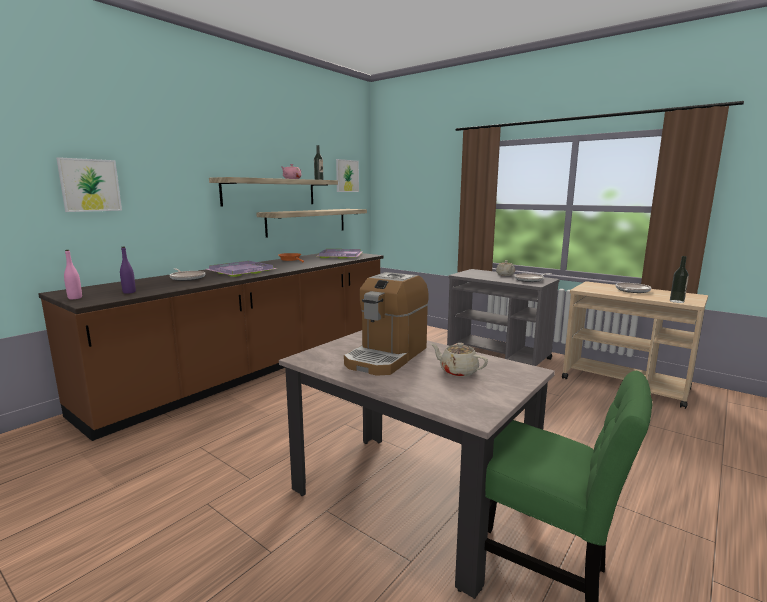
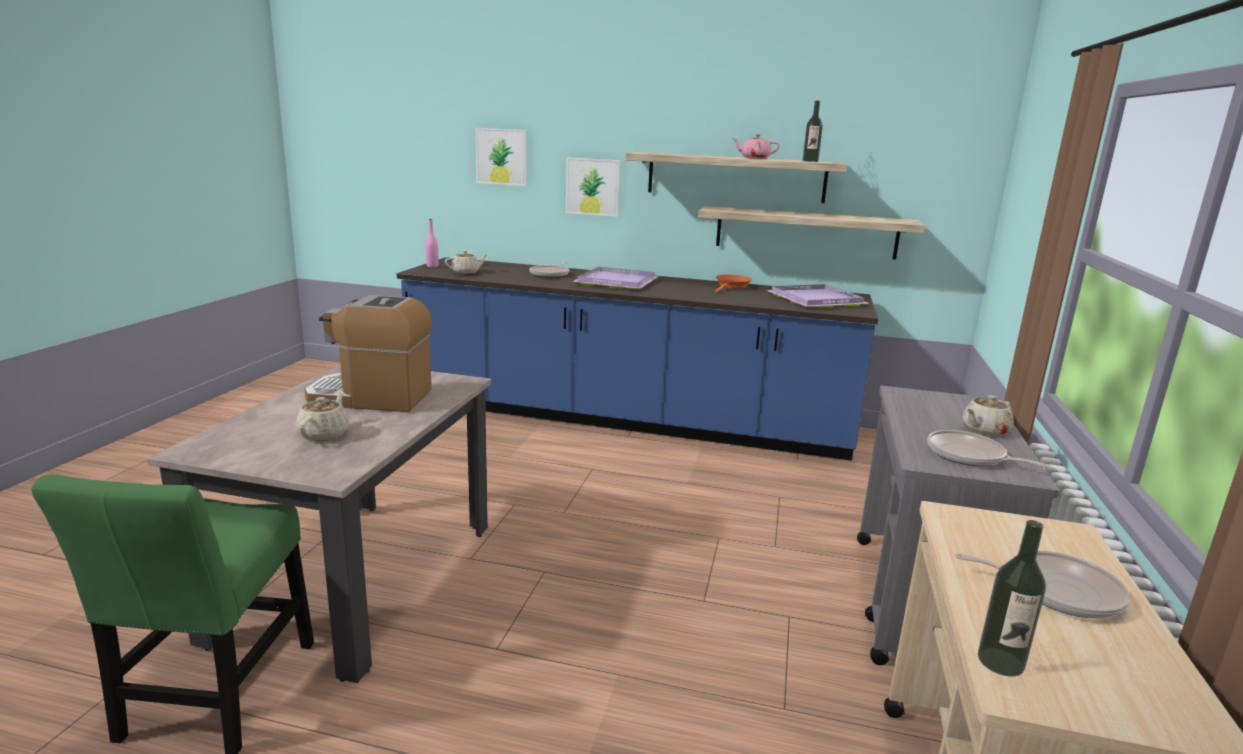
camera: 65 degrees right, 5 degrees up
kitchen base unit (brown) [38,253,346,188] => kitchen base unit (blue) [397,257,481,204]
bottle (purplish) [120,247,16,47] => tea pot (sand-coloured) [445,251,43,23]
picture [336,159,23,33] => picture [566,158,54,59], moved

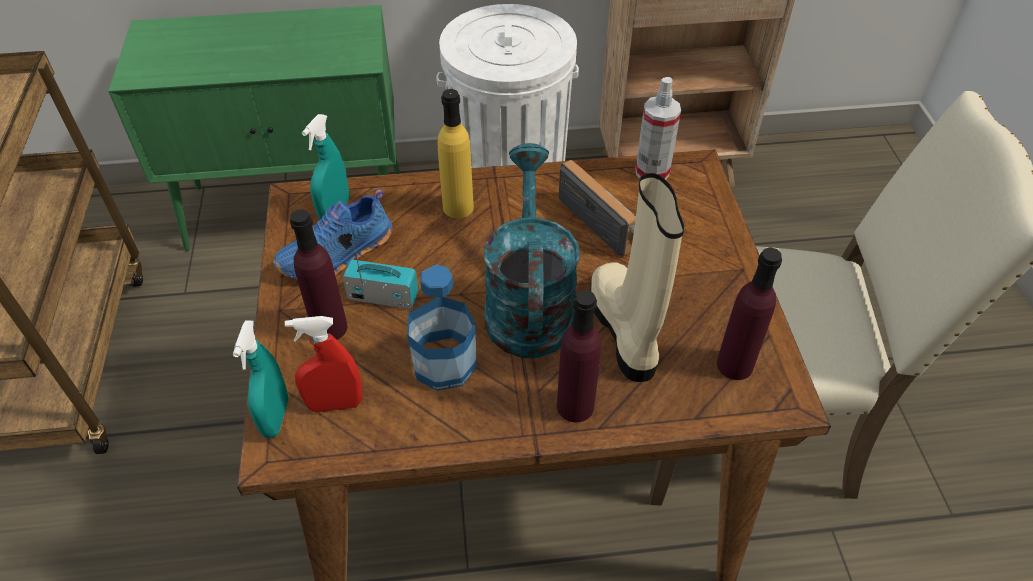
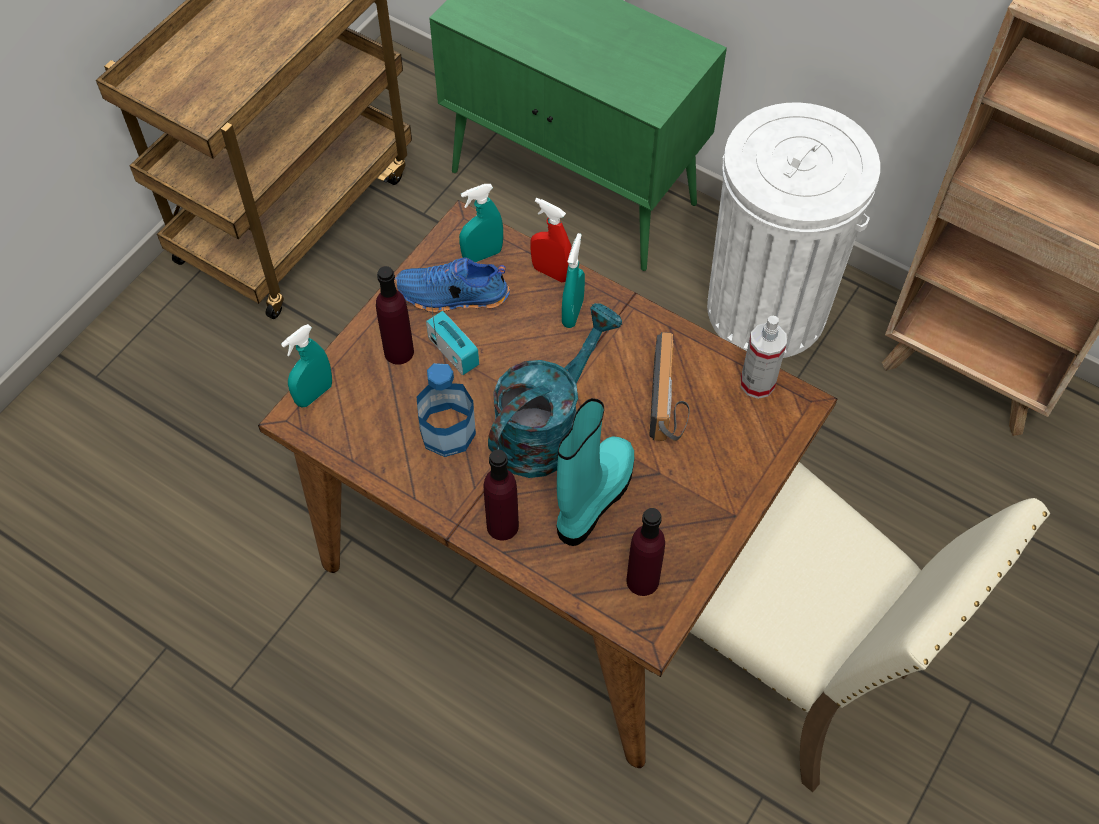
camera: 40 degrees right, 10 degrees up
hand sprayer (red) [285,316,77,96] => hand sprayer (red) [530,198,42,84], moved
bottle (yellowish) [438,89,36,129] => hand sprayer (turquoise-coloured) [562,233,23,95]
boot (sand-coloured) [590,173,94,209] => boot (turquoise-coloured) [557,398,77,148]

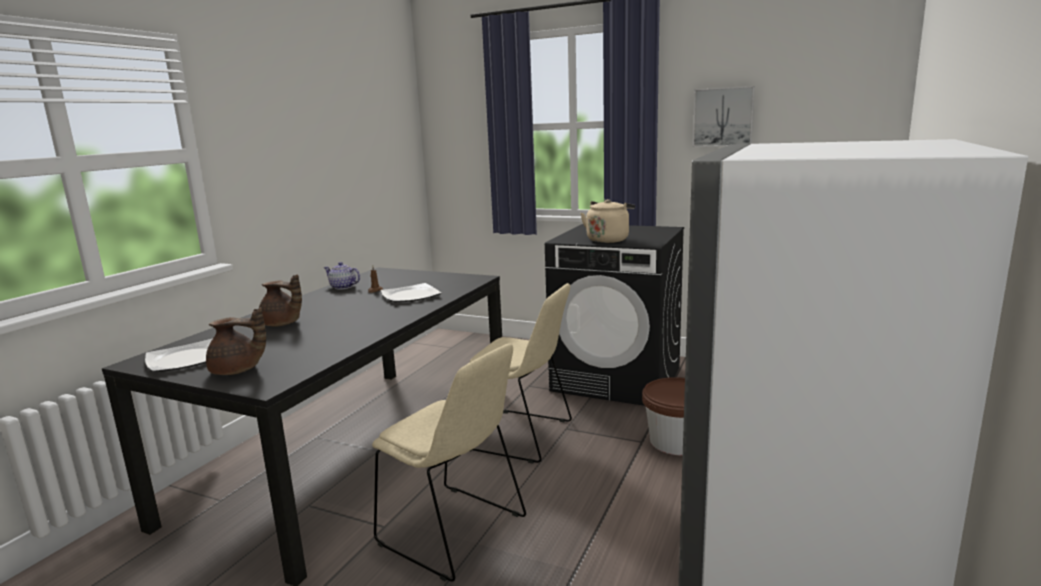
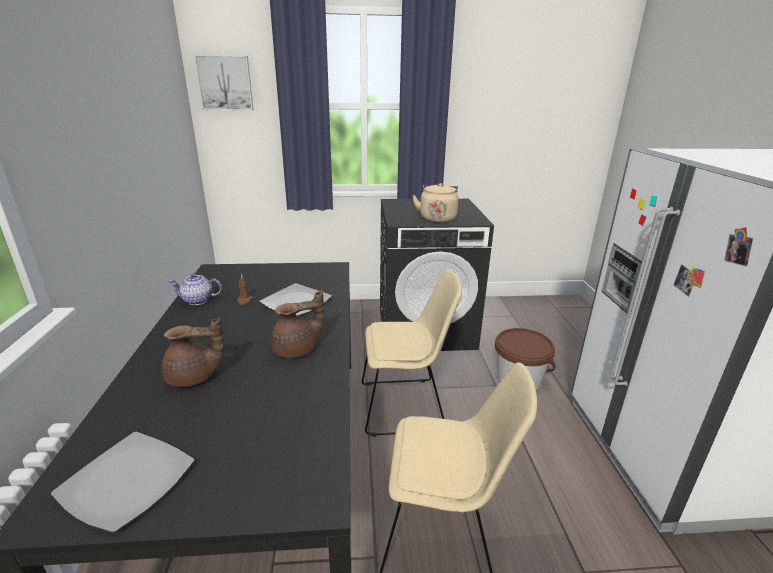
camera: 30 degrees left, 10 degrees up
tea pot (brown) [206,307,60,68] => tea pot (brown) [271,290,53,68], moved
picture [693,86,62,61] => picture [194,55,60,56], moved

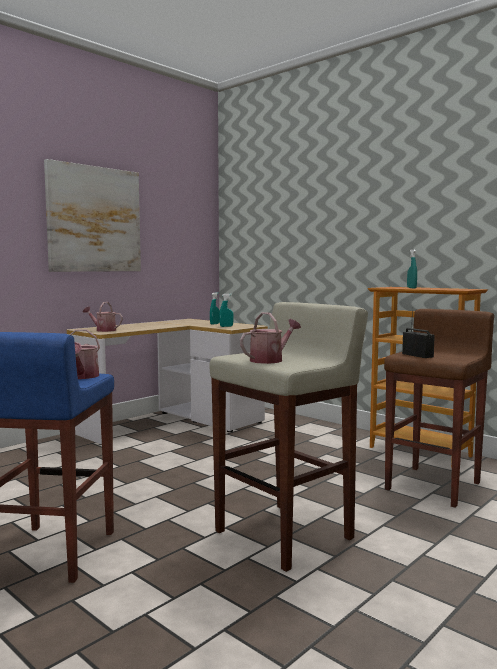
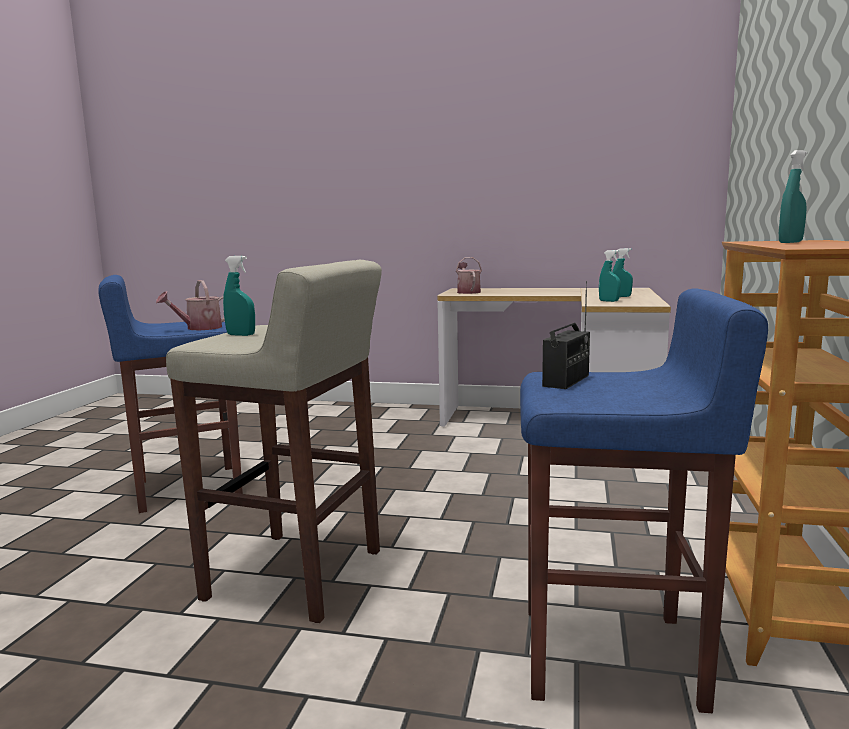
camera: 60 degrees right, 5 degrees up
picture [44,159,97,113] => nothing
sprinkling can [240,312,61,52] => hand sprayer (turquoise-coloured) [223,256,32,80]
stool (brown) [384,309,110,199] => stool (blue) [520,288,248,425]

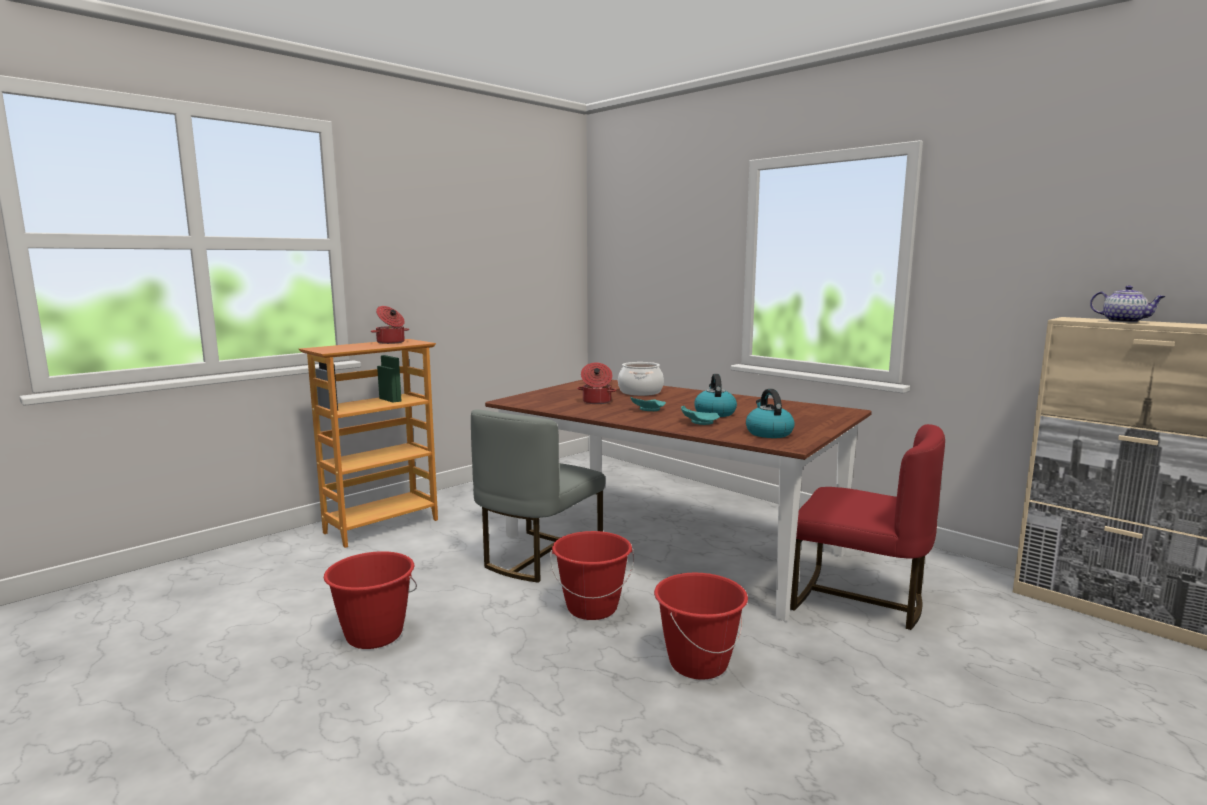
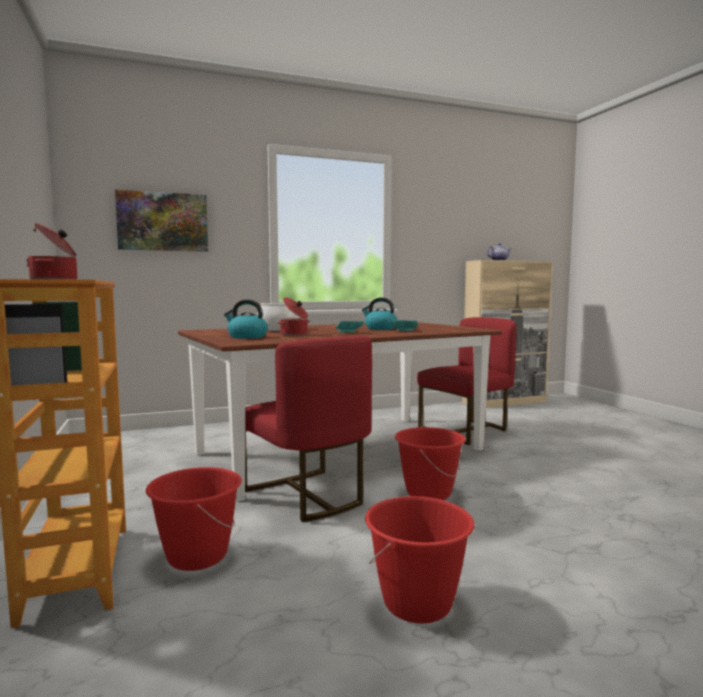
camera: 65 degrees left, 5 degrees down
upright chair (greyish) [471,409,134,174] => upright chair (red) [245,336,127,186]
bucket (red) [654,573,94,107] => bucket (red) [146,467,96,104], moved
tea kettle [746,389,49,49] => tea kettle [224,299,44,40], moved
nothing => picture [115,189,93,63]

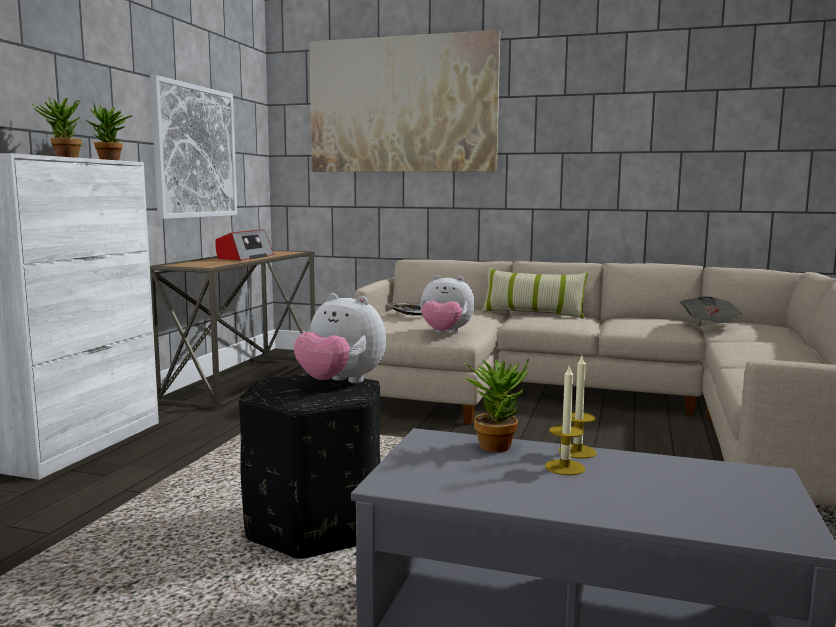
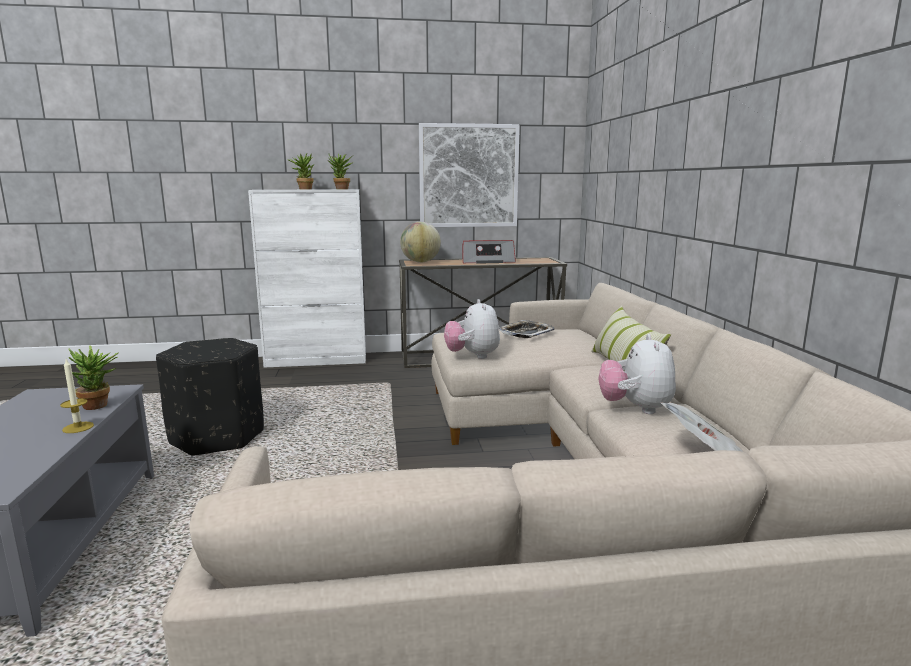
camera: 65 degrees right, 5 degrees up
plush toy [294,293,92,90] => plush toy [598,334,78,80], moved
picture [309,30,191,142] => nothing
wax light [545,364,40,111] => nothing
nothing => desk globe [400,222,41,41]

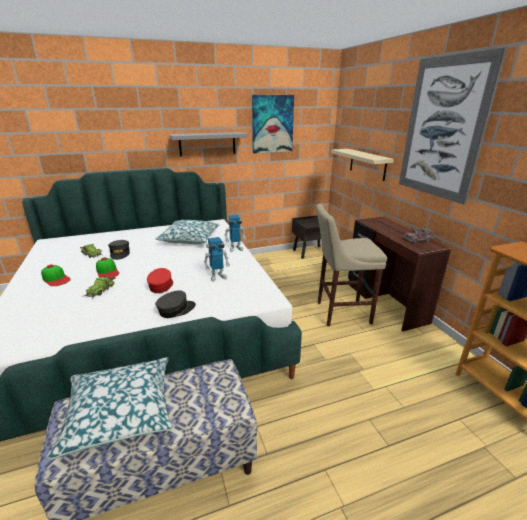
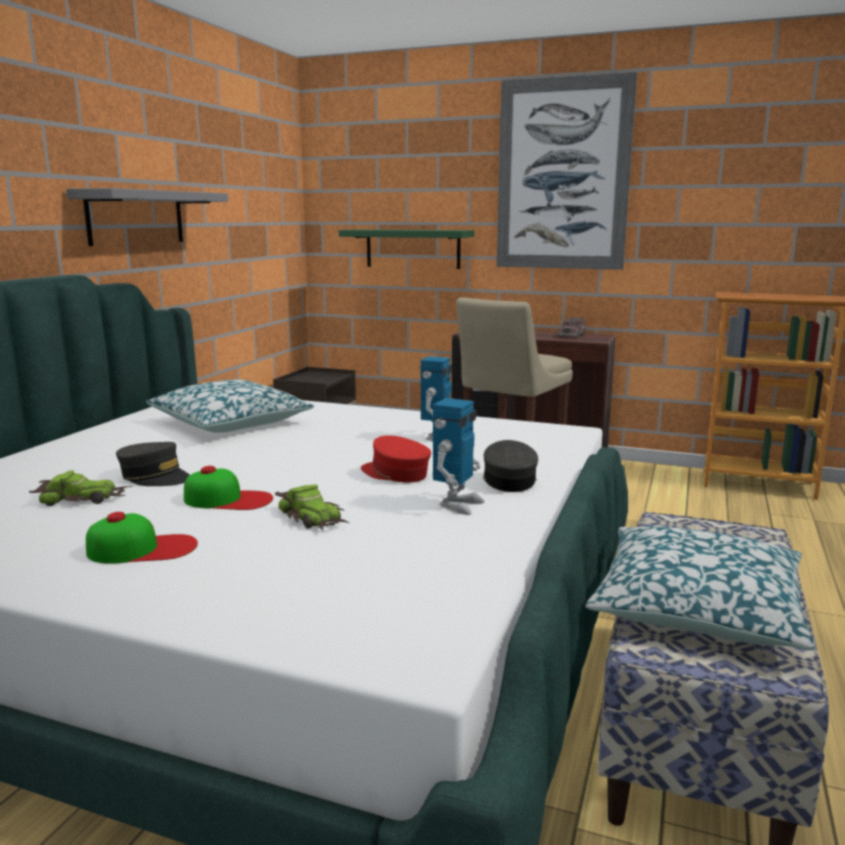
camera: 50 degrees left, 10 degrees down
toy robot [225,215,21,37] => toy robot [433,398,52,117], moved
picture [252,95,42,59] => nothing
wall shelf (sand-coloured) [331,149,63,32] => wall shelf (greenish) [339,229,135,40]

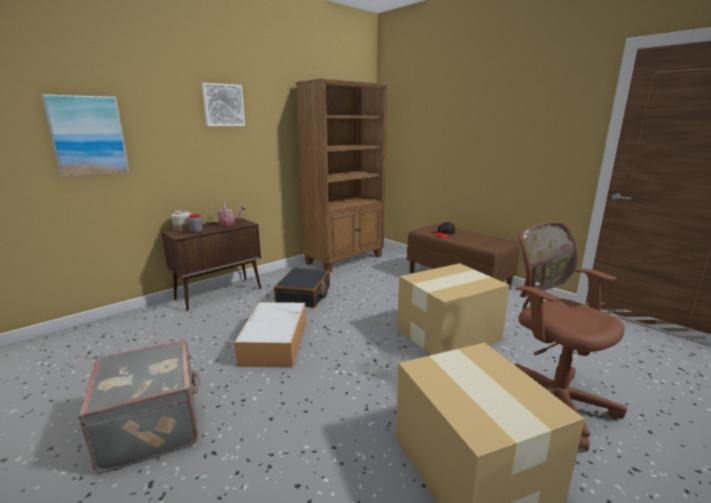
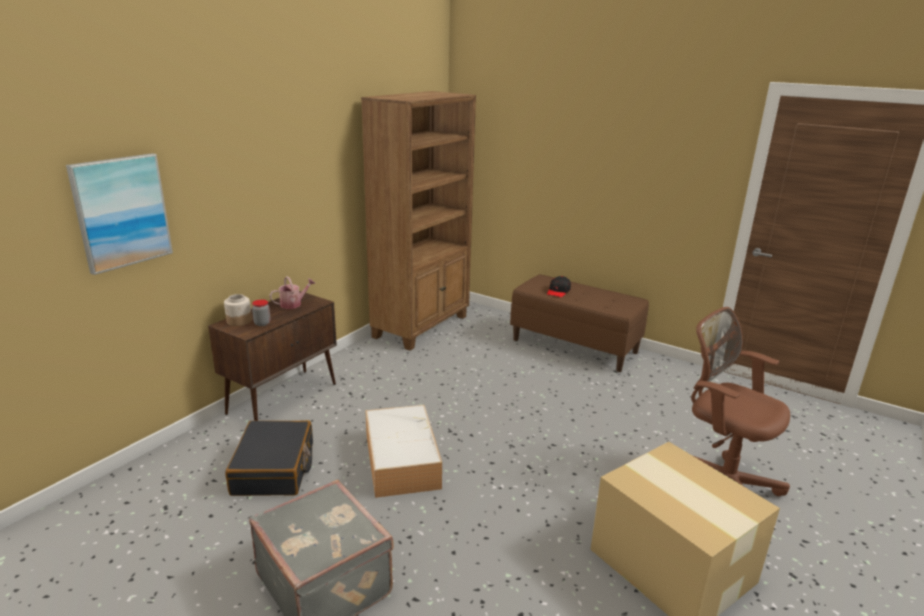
camera: 15 degrees left, 5 degrees up
picture [202,83,43,43] => nothing
suitcase (black) [274,268,56,40] => suitcase (black) [225,420,88,76], moved
carton [397,263,113,92] => nothing

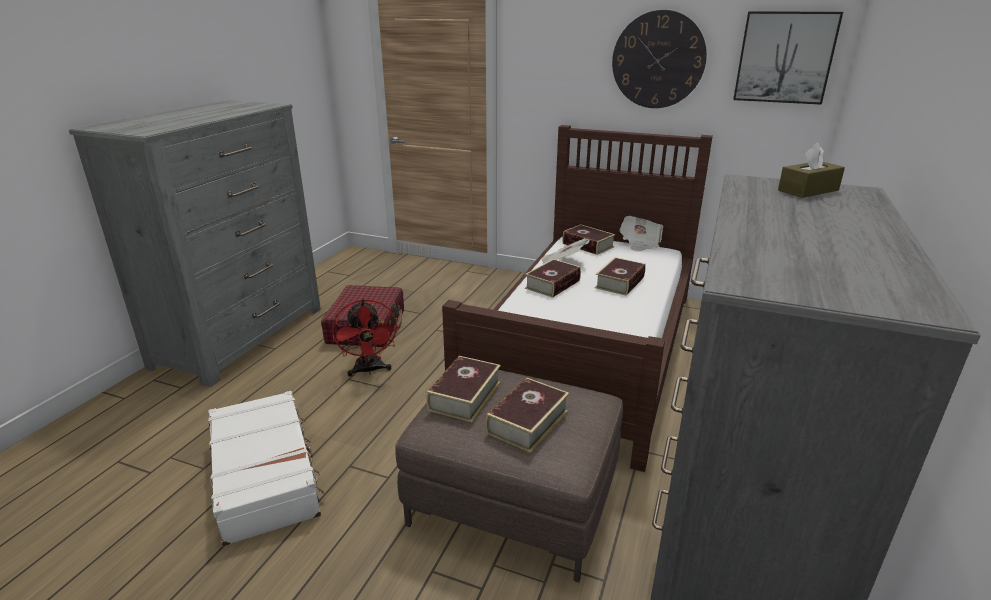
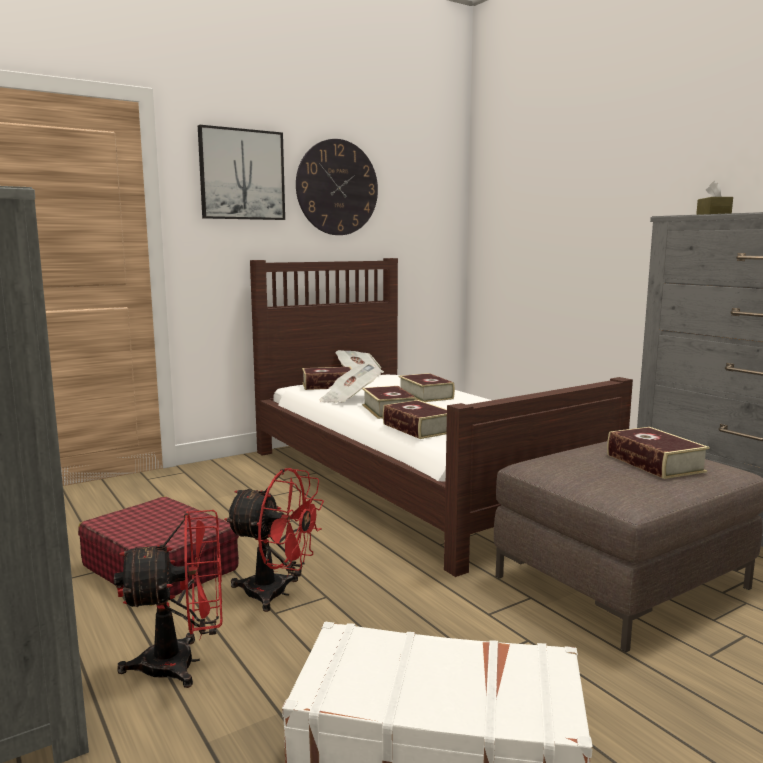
camera: 55 degrees left, 15 degrees down
bound book [426,356,75,66] => bound book [383,400,64,39], moved
picture [733,11,110,94] => picture [198,125,87,95], moved
nothing => fan (red) [114,510,109,178]

